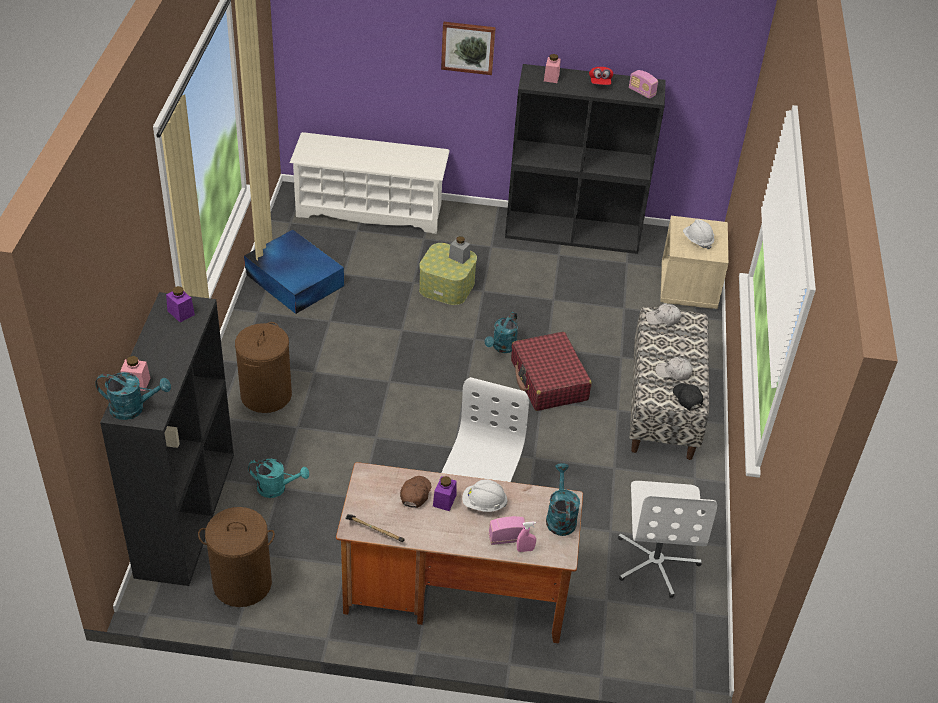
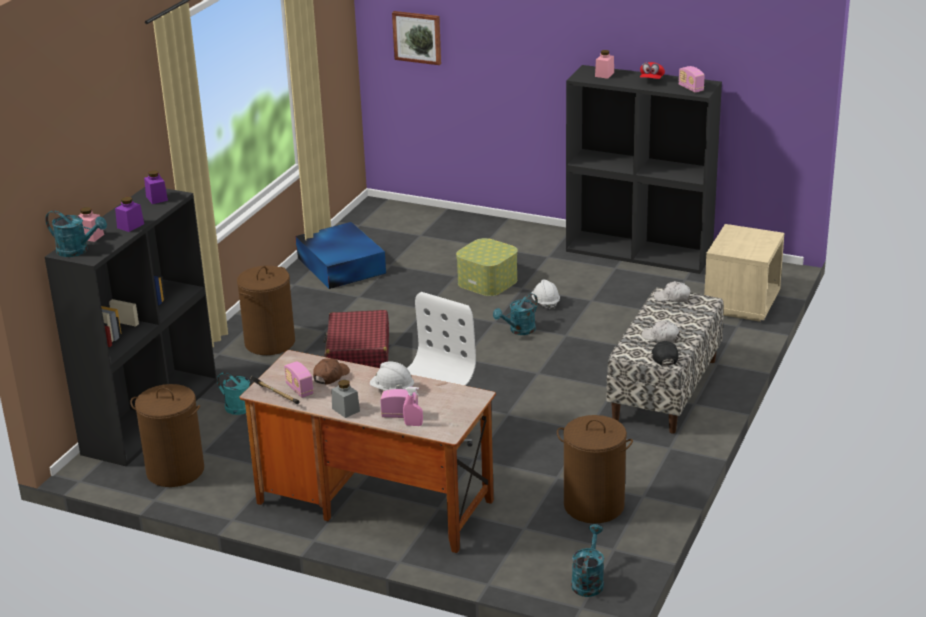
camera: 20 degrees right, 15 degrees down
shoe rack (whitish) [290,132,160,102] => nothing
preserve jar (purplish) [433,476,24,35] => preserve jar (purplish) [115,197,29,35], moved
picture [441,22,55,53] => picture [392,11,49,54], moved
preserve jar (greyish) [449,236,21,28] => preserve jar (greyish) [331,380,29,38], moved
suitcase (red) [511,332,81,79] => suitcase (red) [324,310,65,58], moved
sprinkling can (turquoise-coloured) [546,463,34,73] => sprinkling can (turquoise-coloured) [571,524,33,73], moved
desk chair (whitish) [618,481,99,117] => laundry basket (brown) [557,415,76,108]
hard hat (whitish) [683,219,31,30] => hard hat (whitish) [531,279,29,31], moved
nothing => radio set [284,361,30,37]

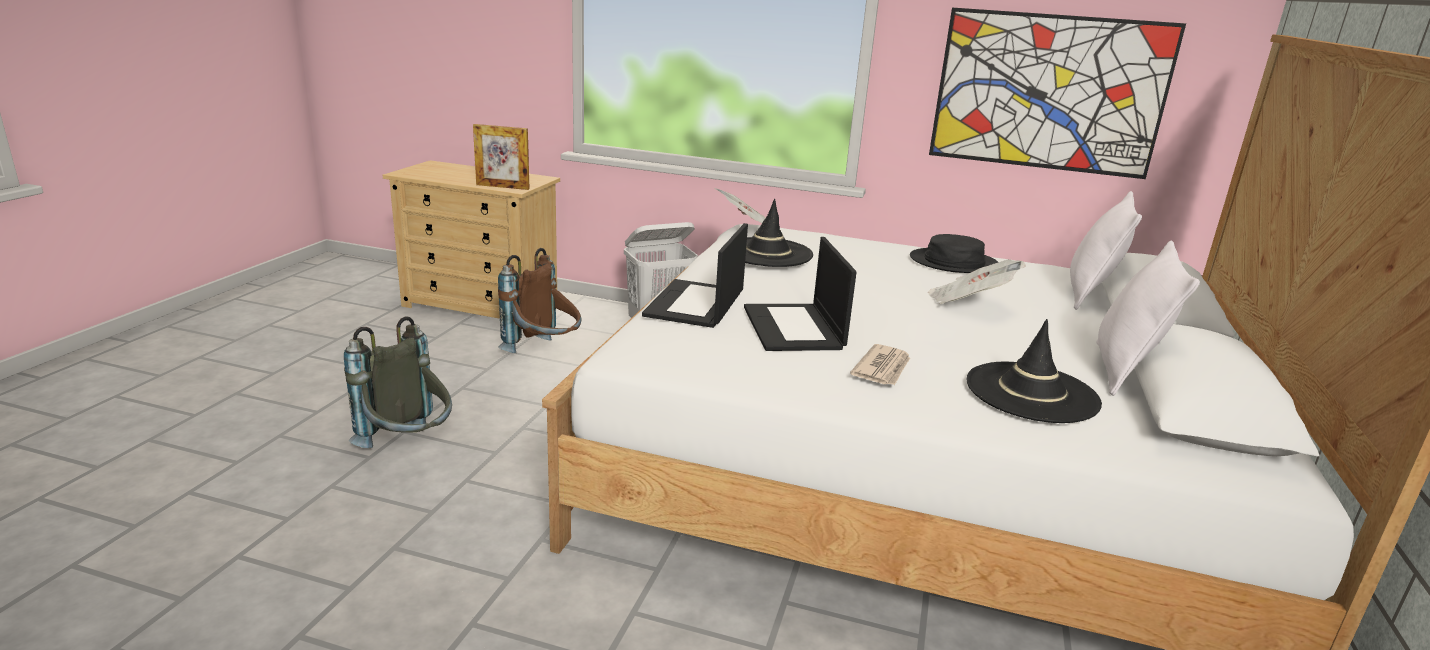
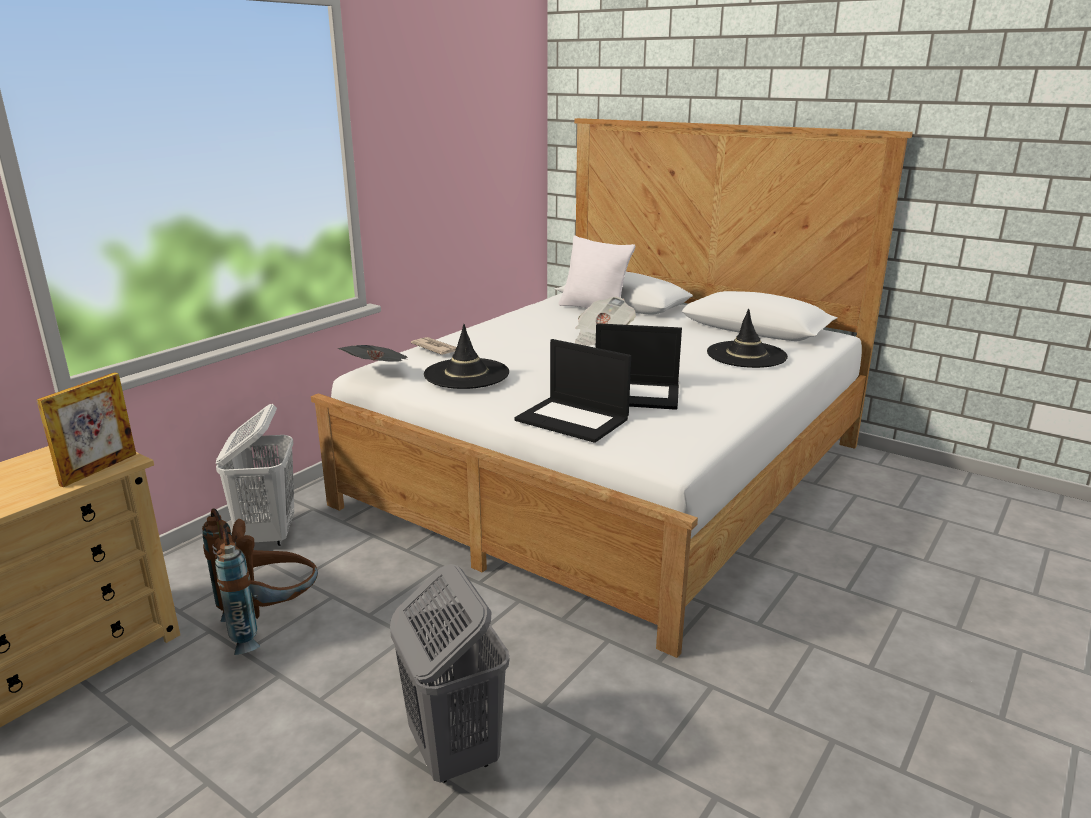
camera: 70 degrees left, 0 degrees up
backpack (greyish) [344,316,108,132] => laundry basket (greyish) [390,564,119,219]
printed paper [850,344,60,41] => printed paper [411,337,45,18], moved
wearable hat (black) [910,234,88,39] => nothing
picture [929,8,257,171] => nothing
pillow (whitish) [1096,241,104,155] => nothing

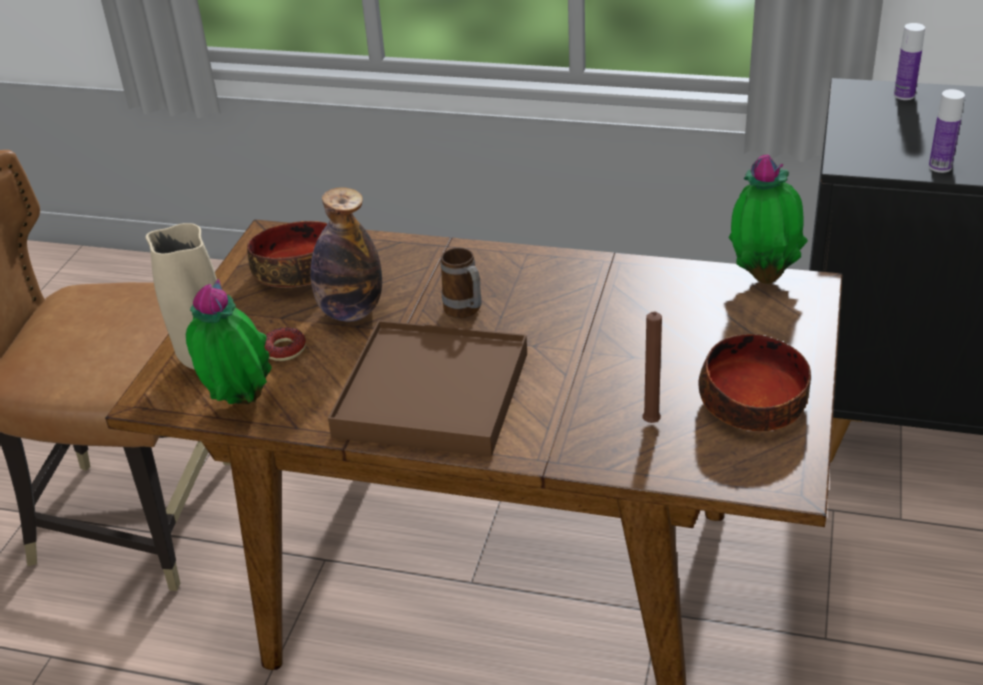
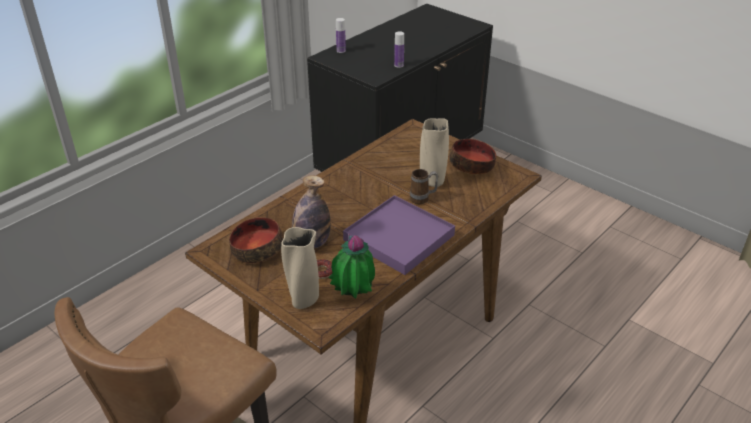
camera: 65 degrees left, 0 degrees up
tray (brown) [328,320,199,137] => tray (purplish) [343,195,112,80]
tea mug [440,248,41,70] => tea mug [410,169,28,35], moved
wax light (brown) [642,311,20,112] => nothing
potted plant [729,154,79,130] => nothing
nothing => flower vase (sand-coloured) [420,118,29,69]

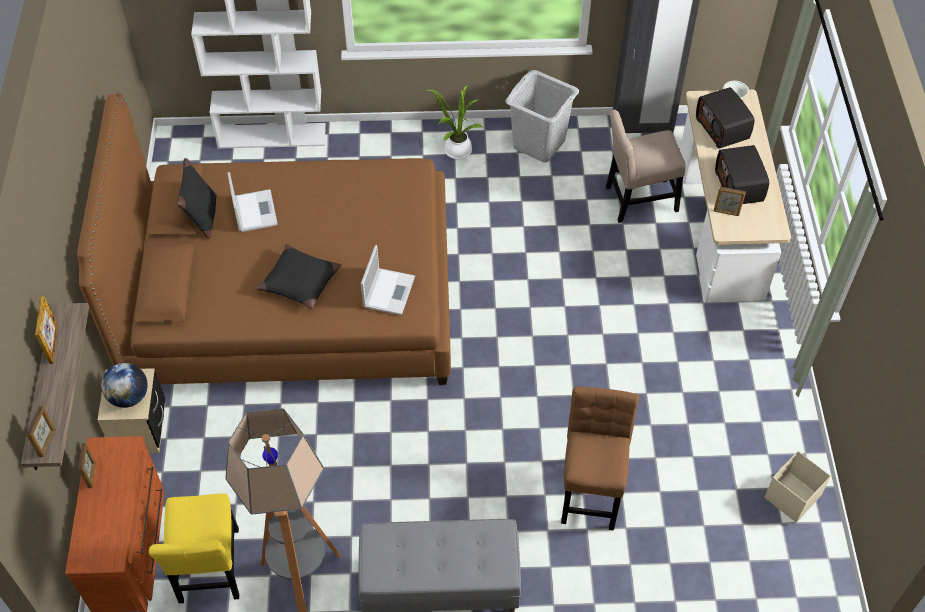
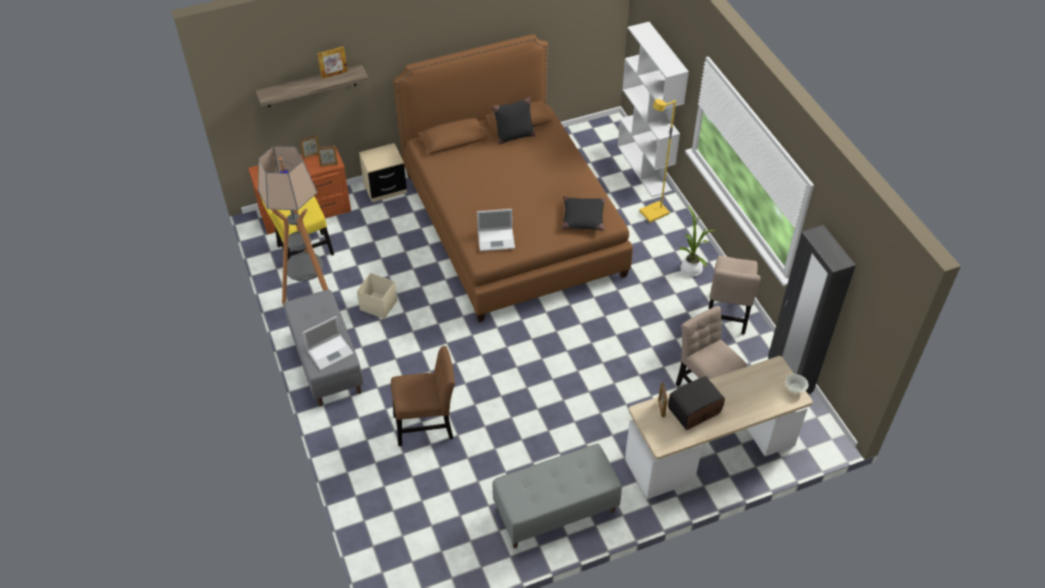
camera: 70 degrees right, 5 degrees down
picture frame [26,406,30,51] => picture frame [317,145,21,21], moved
desk globe [101,363,47,45] => nothing
laptop [228,172,50,60] => laptop [303,316,51,54], moved
pillow (black) [256,244,86,65] => pillow (black) [562,196,44,35], moved
laundry basket (greyish) [506,70,73,93] => upright chair (sand-coloured) [708,255,52,80]
radio set [696,87,59,62] => nothing
storage container (sand-coloured) [764,451,67,72] => storage container (sand-coloured) [357,273,40,46], moved
nothing => indoor bench (greyish) [492,444,130,104]
nothing => standard lamp (yellowish) [639,99,37,124]

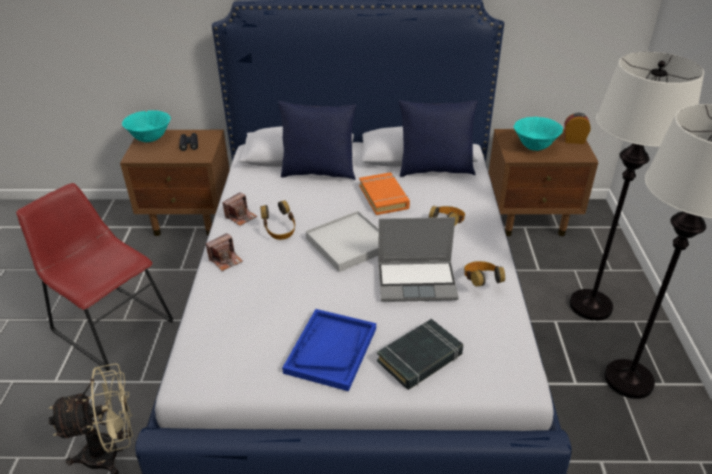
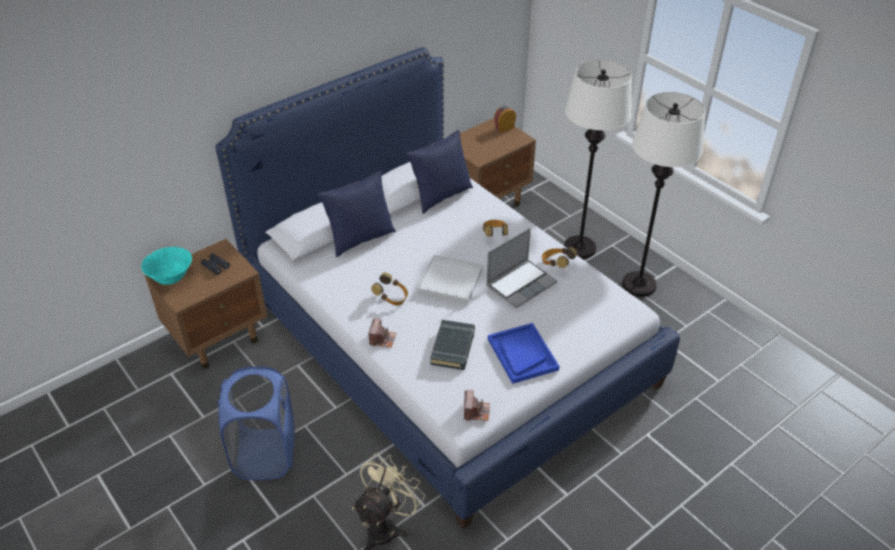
camera: 40 degrees left, 5 degrees up
upright chair (red) [16,183,157,188] => laundry basket (blue) [218,366,77,114]
photo camera [222,192,35,34] => photo camera [464,390,26,31], moved
bound book (orange-coloured) [359,172,51,43] => nothing
bound book (black) [377,319,86,71] => bound book (black) [430,320,45,50], moved
bowl (turquoise-coloured) [514,117,49,34] => nothing

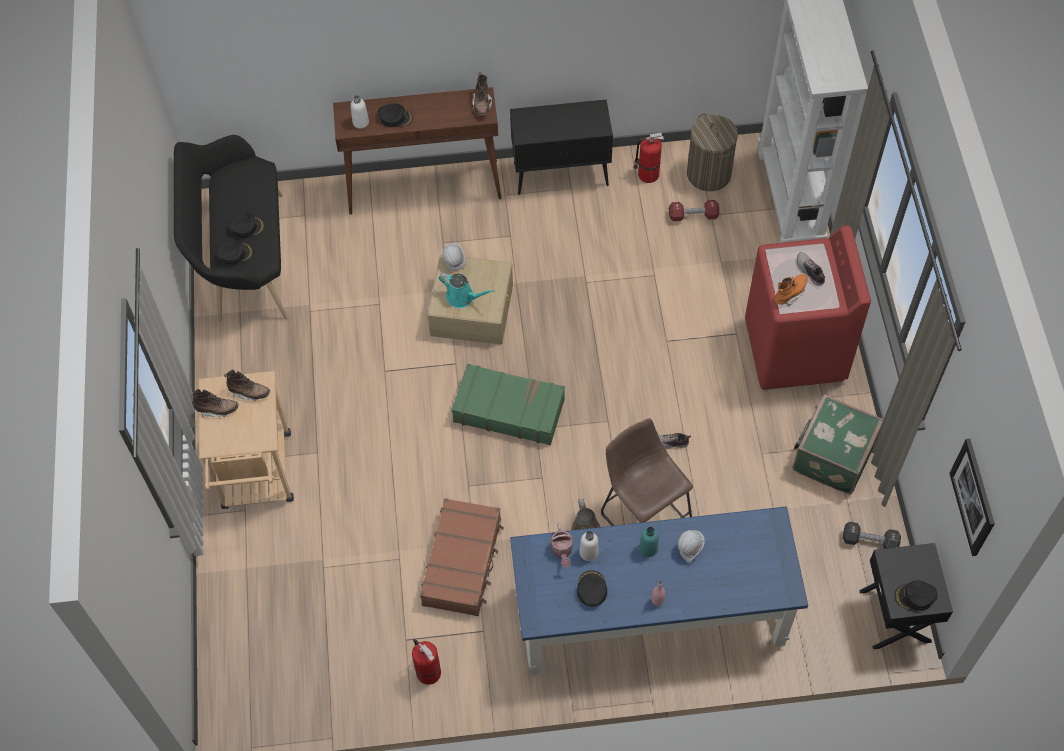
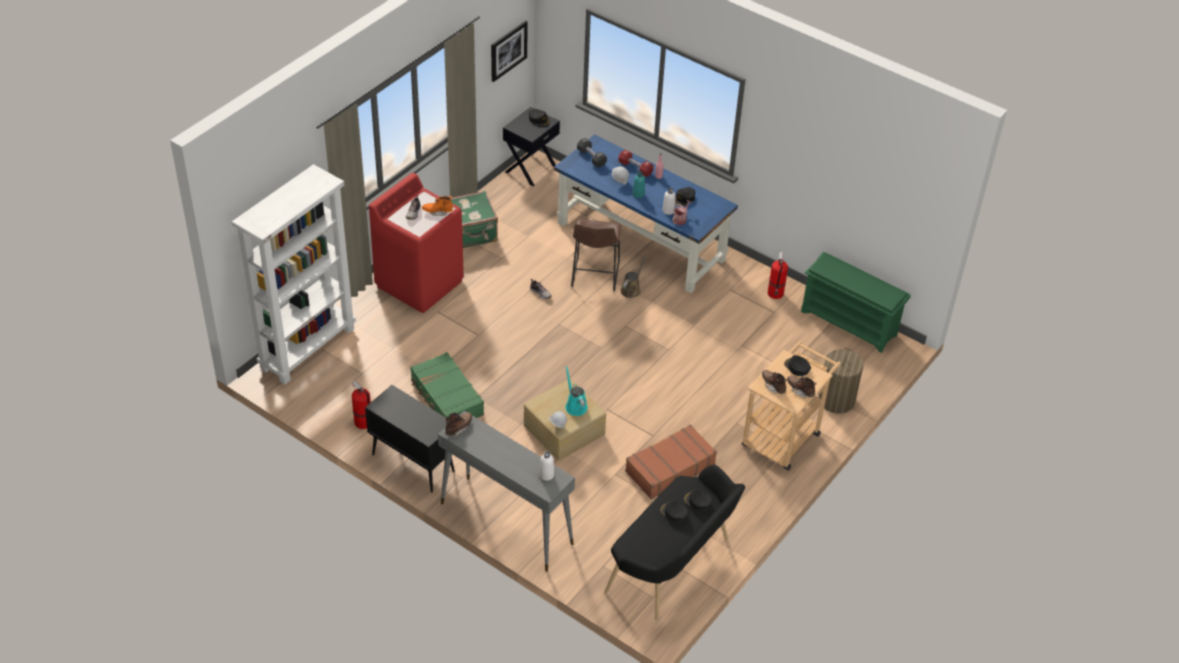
camera: 140 degrees left, 15 degrees down
hall table (brown) [333,87,168,128] => hall table (greyish) [438,411,137,160]
peaked cap (black) [377,103,36,24] => peaked cap (black) [784,355,27,21], moved
suitcase (brown) [420,498,84,118] => suitcase (brown) [625,424,92,75], moved
suitcase (greenish) [452,364,113,81] => suitcase (greenish) [410,352,74,66], moved
free weight (red) [669,200,50,22] => free weight (red) [619,150,34,27], moved
laundry basket [687,114,51,77] => laundry basket [818,348,46,65], moved
free weight (black) [843,522,58,27] => free weight (black) [577,138,30,30], moved
nothing => shoe rack (greenish) [801,252,110,101]

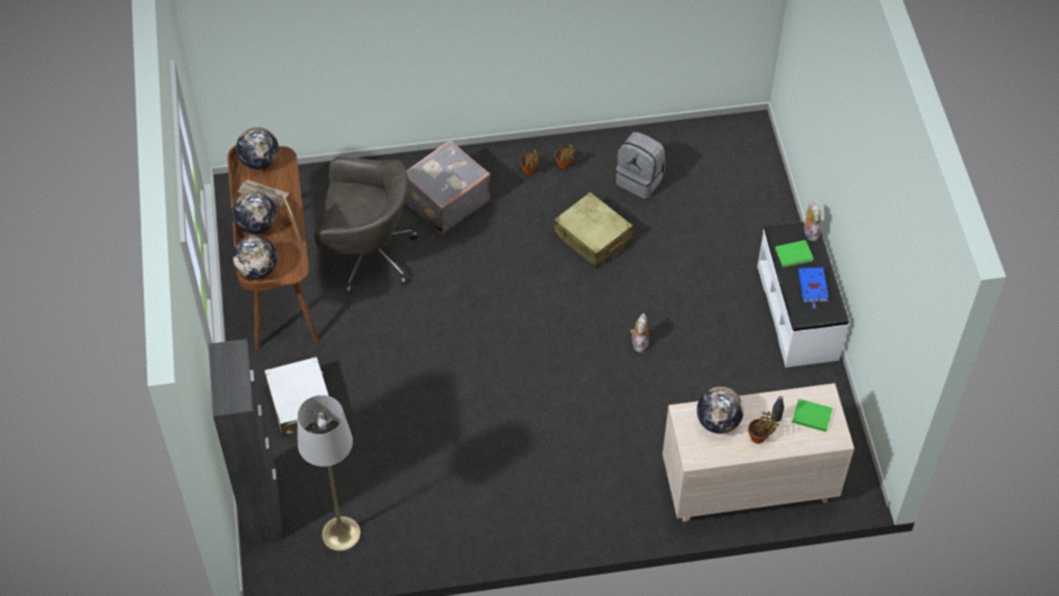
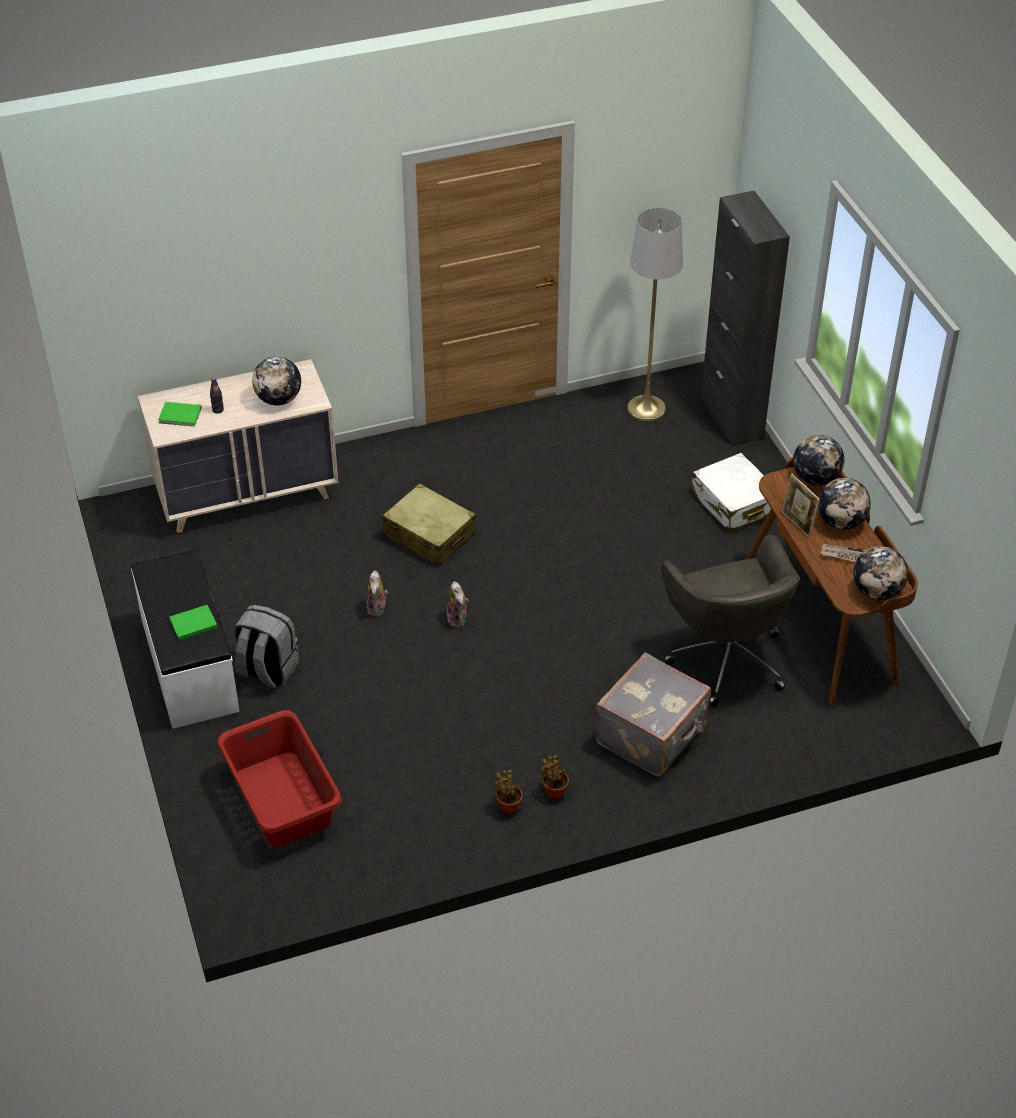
camera: 170 degrees right, 10 degrees down
desk chair (greyish) [314,156,104,138] => desk chair (greyish) [661,535,139,172], 105 degrees counterclockwise
suitcase (sand-coloured) [554,192,79,76] => suitcase (sand-coloured) [382,483,94,84], moved
backpack (greyish) [616,132,49,67] => backpack (greyish) [233,605,66,84], moved
potted plant [748,411,31,33] => nothing
bound book (blue) [798,268,30,41] => nothing
plush toy [803,201,18,40] => plush toy [447,581,22,46], moved
nothing => laundry basket (red) [217,710,125,137]

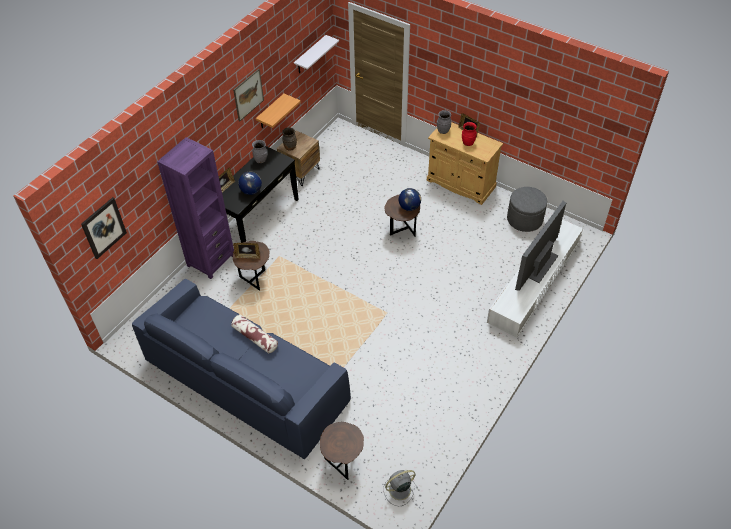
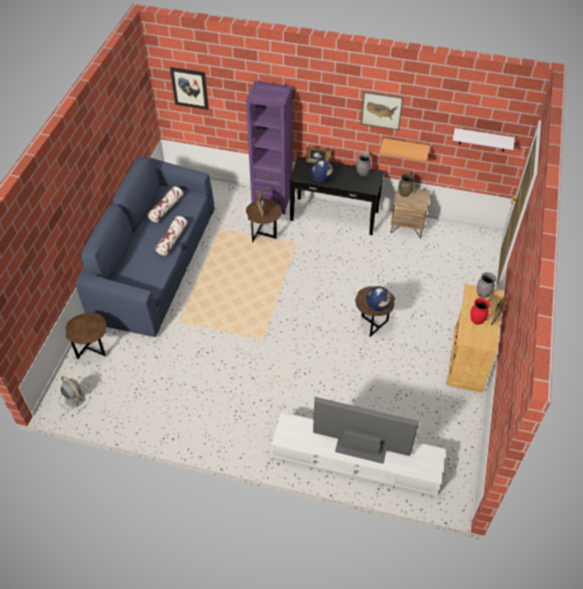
camera: 70 degrees right, 0 degrees up
footrest (greyish) [507,187,40,45] => nothing
nothing => pillow [147,187,36,36]

